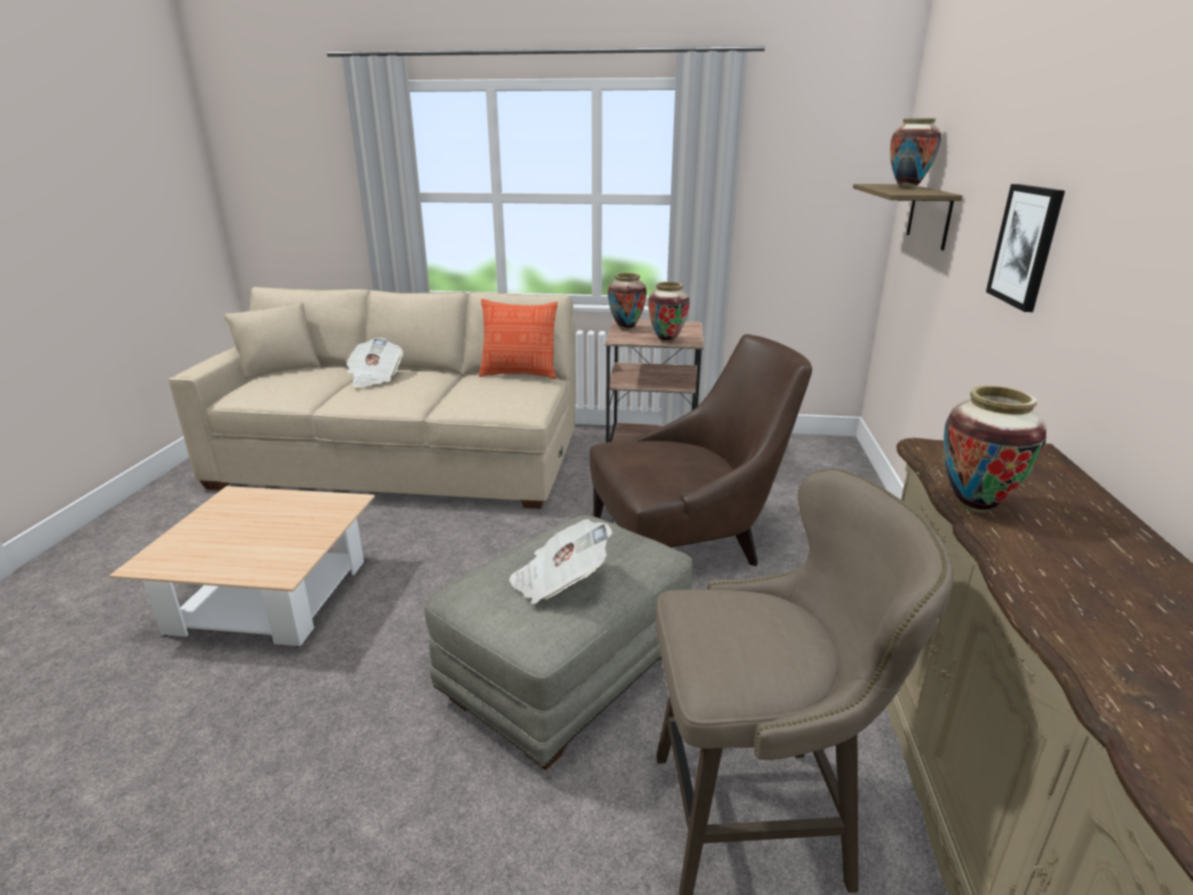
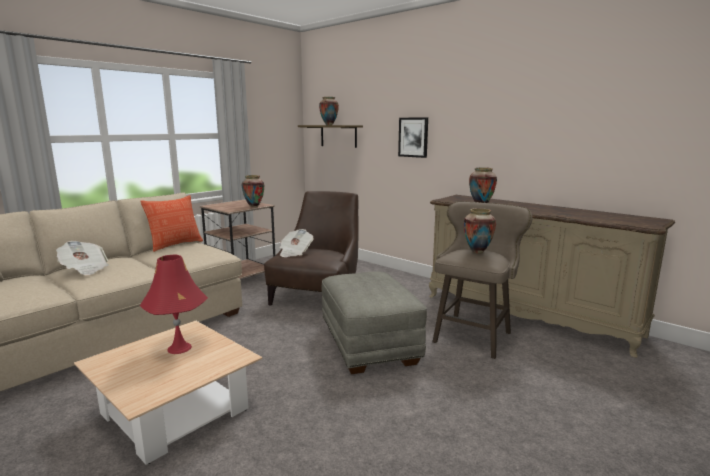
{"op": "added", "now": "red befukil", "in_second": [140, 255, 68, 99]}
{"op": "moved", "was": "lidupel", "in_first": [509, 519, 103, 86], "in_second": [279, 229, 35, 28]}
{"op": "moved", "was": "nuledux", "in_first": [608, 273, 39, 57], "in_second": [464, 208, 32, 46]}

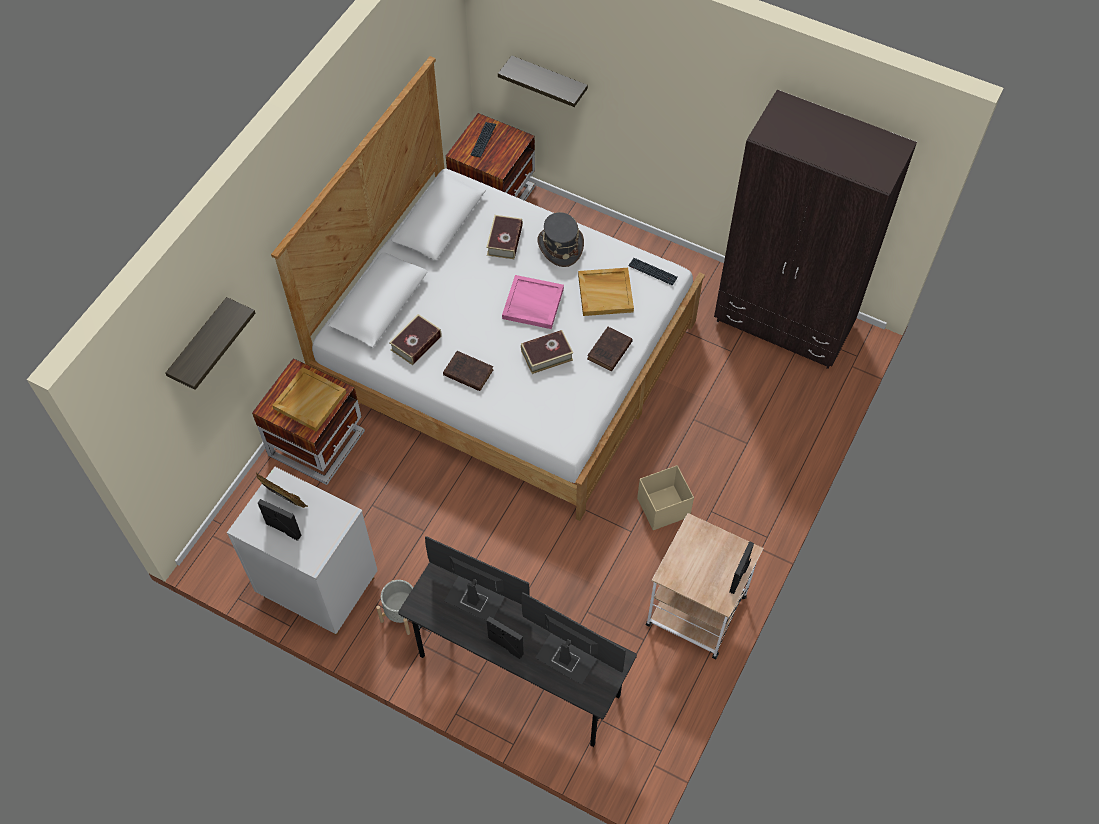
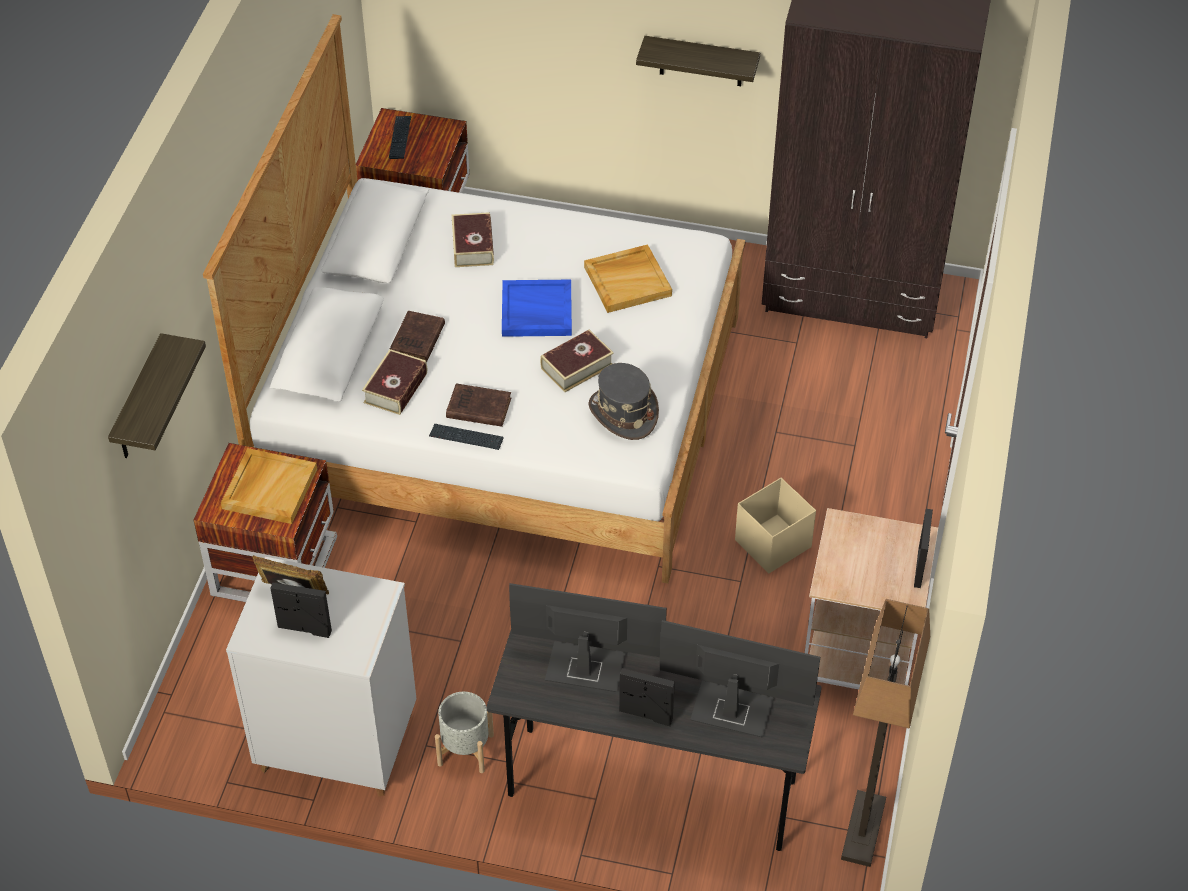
{"op": "moved", "was": "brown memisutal", "in_first": [587, 327, 46, 44], "in_second": [390, 311, 55, 52]}
{"op": "moved", "was": "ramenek", "in_first": [628, 258, 50, 27], "in_second": [429, 424, 75, 26]}
{"op": "recoloured", "was": "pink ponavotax", "now": "blue ponavotax", "in_first": [502, 275, 62, 54], "in_second": [502, 280, 70, 57]}
{"op": "moved", "was": "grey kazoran", "in_first": [537, 212, 47, 55], "in_second": [589, 363, 70, 77]}
{"op": "moved", "was": "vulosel", "in_first": [498, 55, 90, 52], "in_second": [636, 36, 124, 50]}
{"op": "added", "now": "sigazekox", "in_second": [841, 599, 89, 268]}

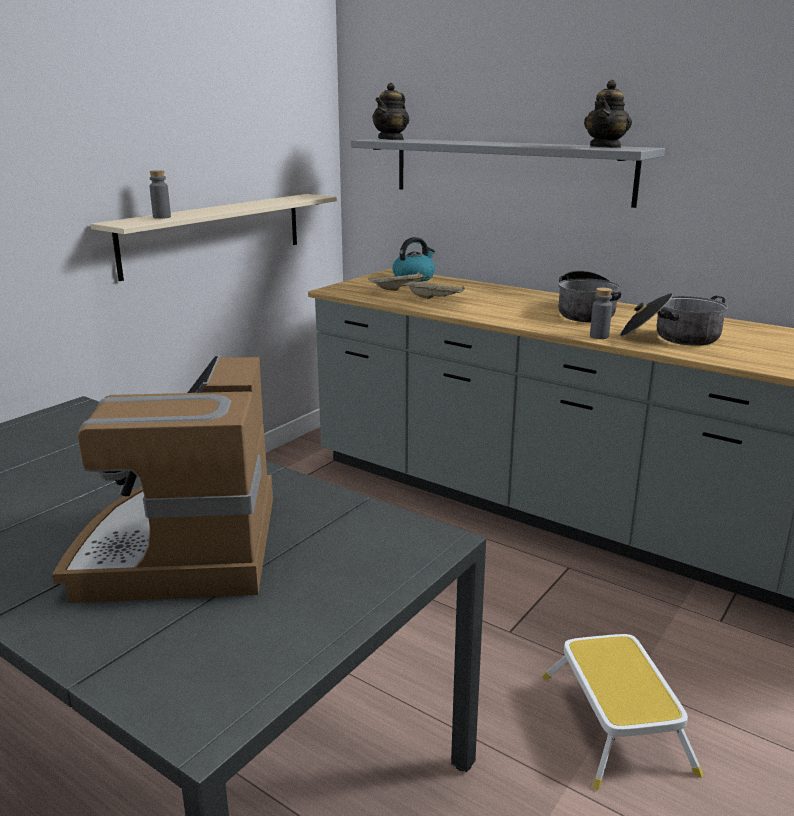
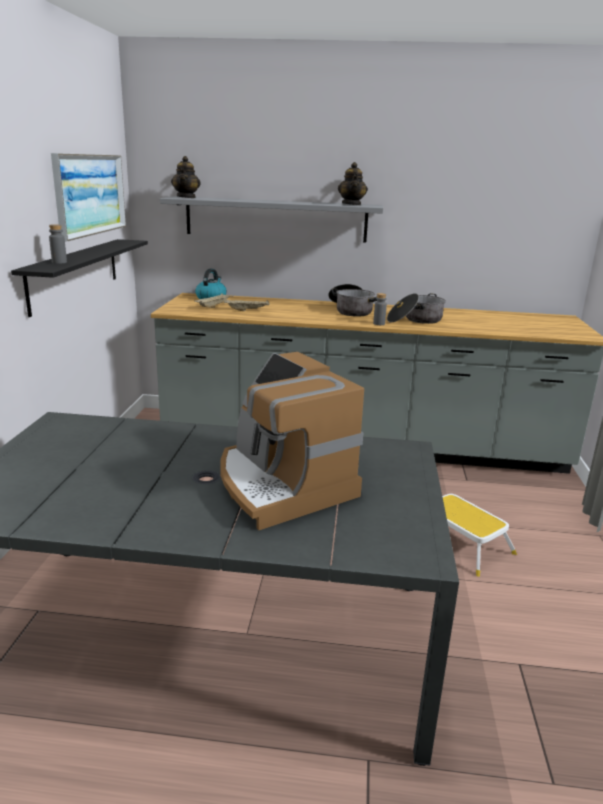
{"op": "recoloured", "was": "beige vulosel", "now": "black vulosel", "in_first": [91, 194, 246, 87], "in_second": [11, 239, 137, 78]}
{"op": "added", "now": "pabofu", "in_second": [51, 153, 75, 88]}

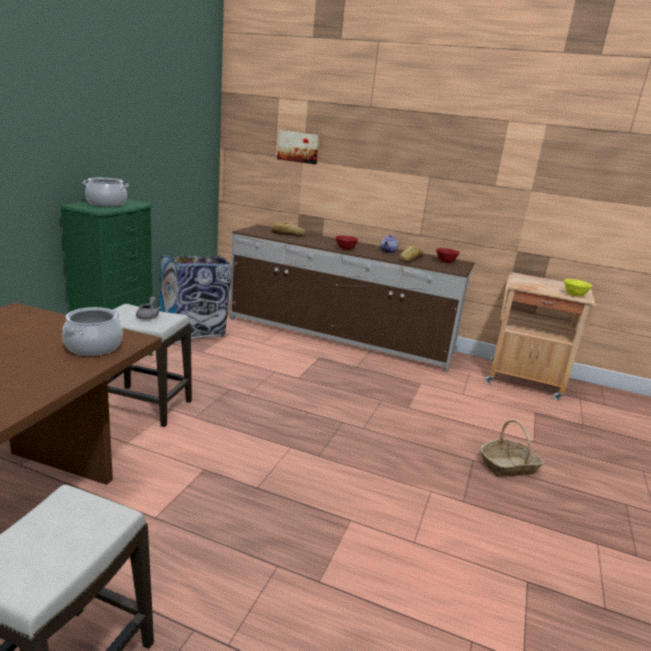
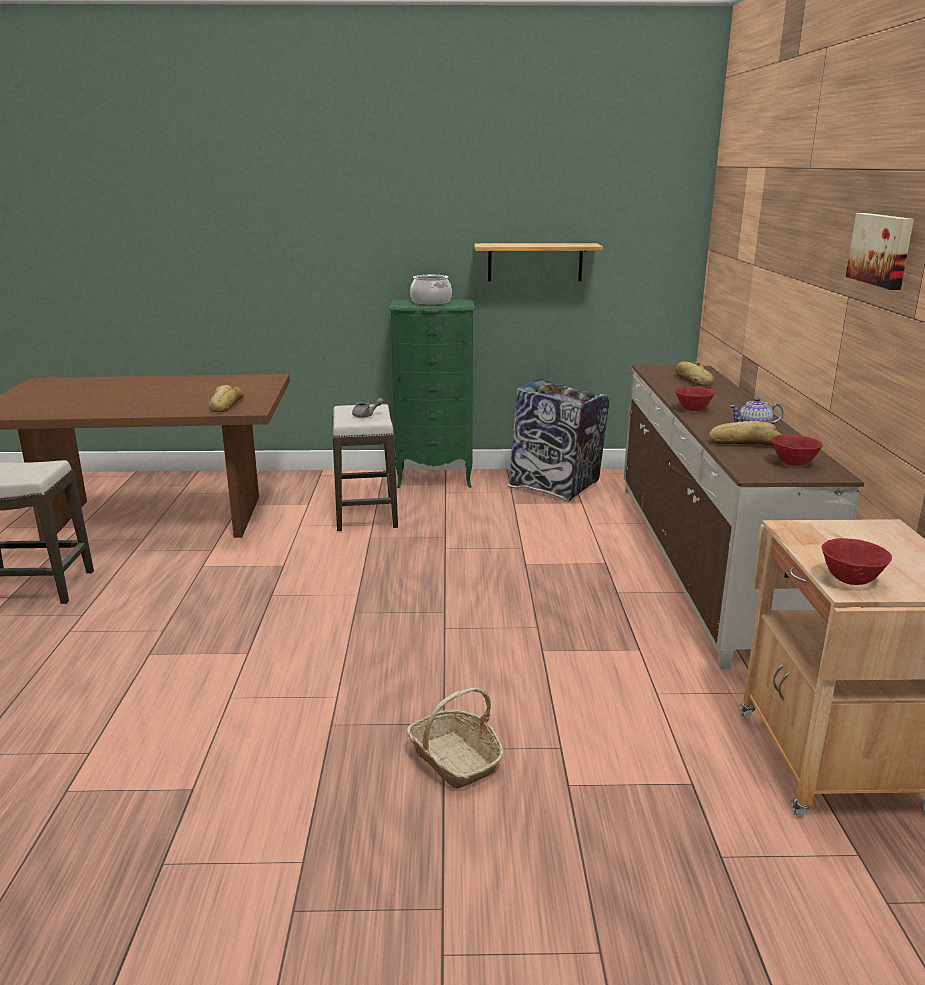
{"op": "replaced", "was": "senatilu", "now": "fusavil", "in_first": [62, 307, 61, 49], "in_second": [209, 385, 35, 27]}
{"op": "added", "now": "vulosel", "in_second": [474, 243, 129, 39]}
{"op": "recoloured", "was": "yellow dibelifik", "now": "red dibelifik", "in_first": [564, 279, 28, 17], "in_second": [821, 538, 71, 47]}
{"op": "moved", "was": "pabofu", "in_first": [277, 131, 42, 33], "in_second": [846, 213, 68, 77]}

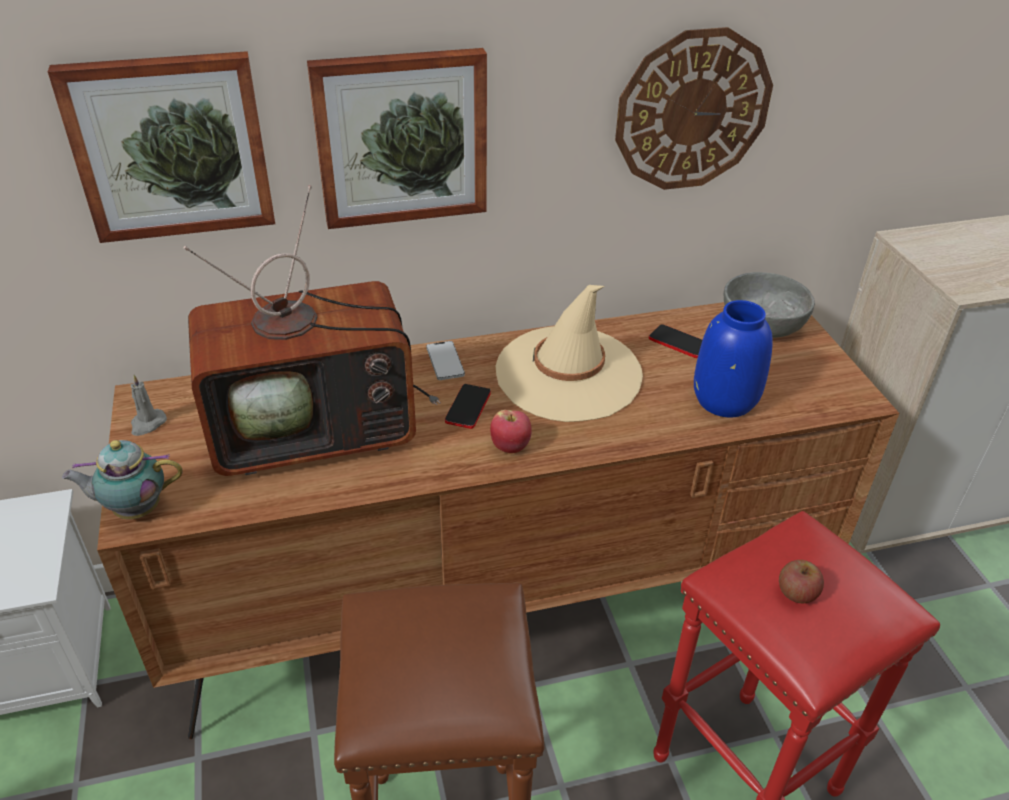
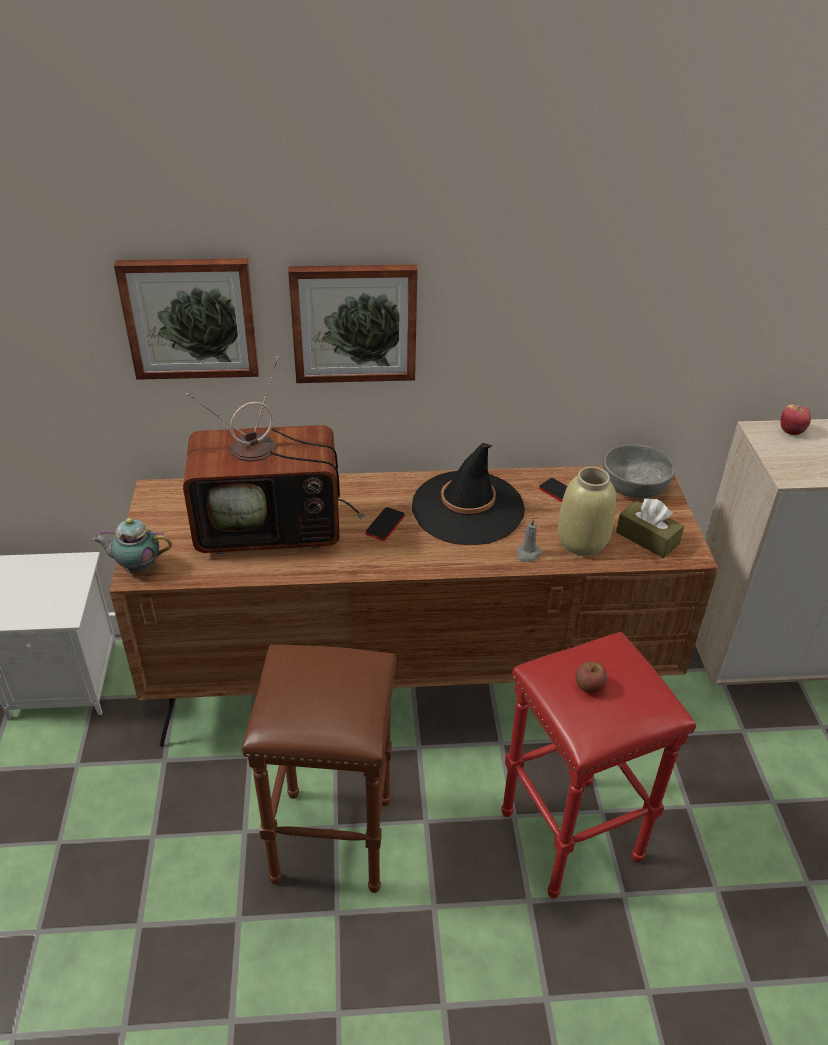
{"op": "recoloured", "was": "beige kazoran", "now": "black kazoran", "in_first": [496, 285, 147, 137], "in_second": [412, 443, 113, 102]}
{"op": "moved", "was": "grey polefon", "in_first": [131, 375, 36, 61], "in_second": [516, 518, 26, 44]}
{"op": "recoloured", "was": "blue nuledux", "now": "beige nuledux", "in_first": [694, 300, 79, 118], "in_second": [558, 467, 58, 89]}
{"op": "added", "now": "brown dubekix", "in_second": [616, 498, 68, 60]}
{"op": "moved", "was": "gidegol", "in_first": [490, 410, 42, 43], "in_second": [780, 404, 31, 31]}
{"op": "removed", "was": "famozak", "in_first": [426, 341, 39, 39]}
{"op": "removed", "was": "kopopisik", "in_first": [615, 27, 158, 163]}

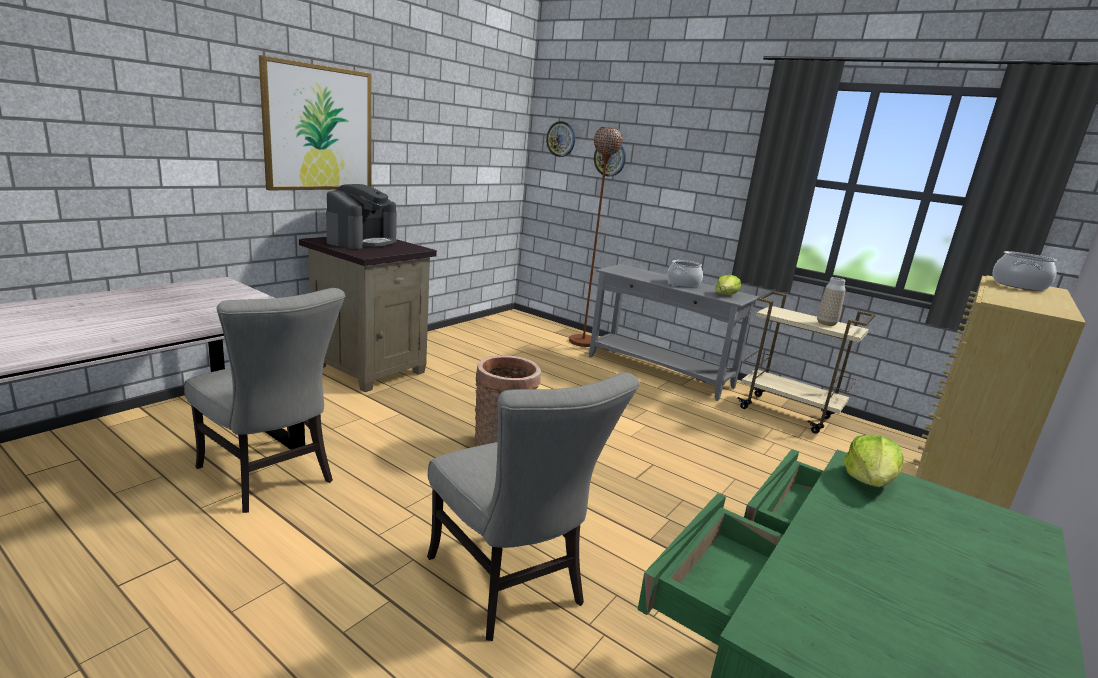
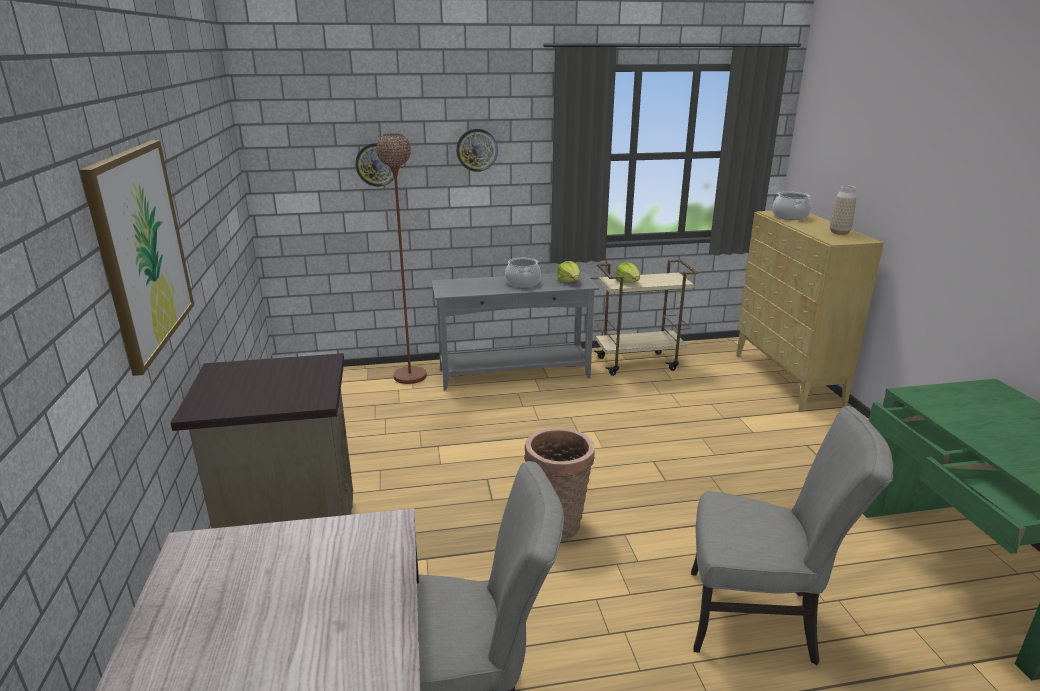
{"op": "moved", "was": "kopopisik", "in_first": [546, 121, 29, 36], "in_second": [456, 129, 42, 43]}
{"op": "moved", "was": "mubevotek", "in_first": [843, 435, 61, 52], "in_second": [615, 262, 25, 21]}
{"op": "moved", "was": "nuledux", "in_first": [817, 277, 29, 49], "in_second": [830, 185, 27, 50]}
{"op": "removed", "was": "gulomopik", "in_first": [326, 184, 71, 65]}

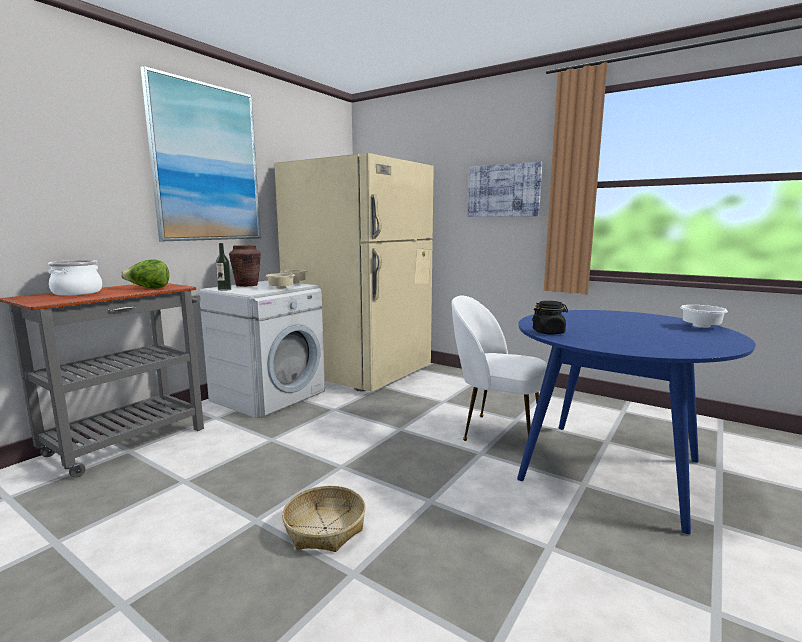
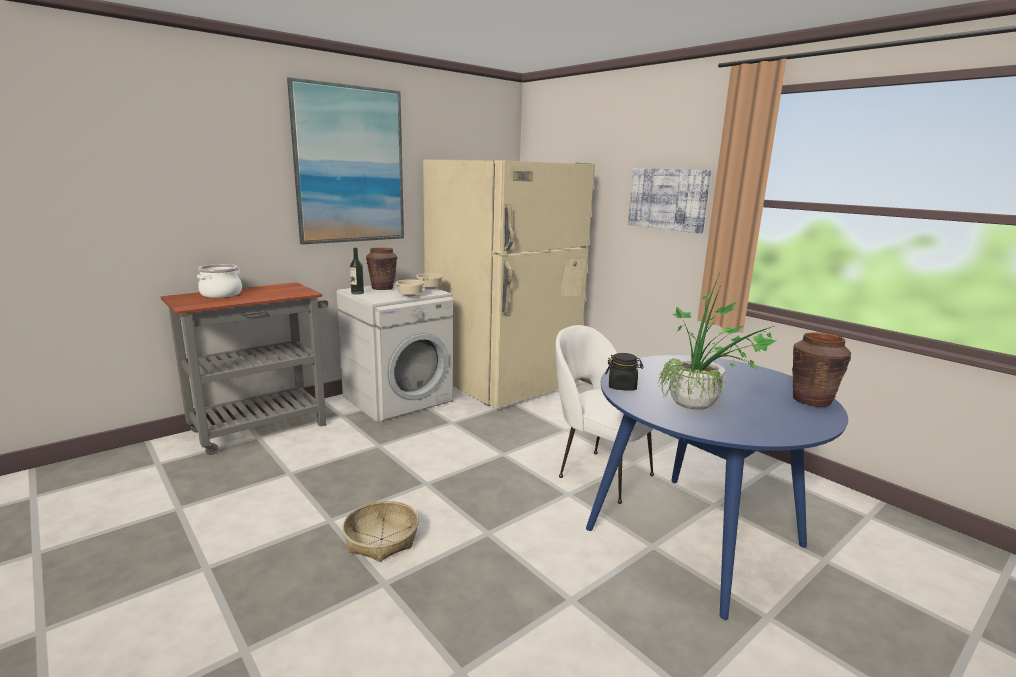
{"op": "added", "now": "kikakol", "in_second": [658, 270, 118, 140]}
{"op": "replaced", "was": "white dibelifik", "now": "brown nuledux", "in_first": [680, 305, 48, 23], "in_second": [792, 333, 59, 74]}
{"op": "removed", "was": "mubevotek", "in_first": [121, 259, 48, 30]}

